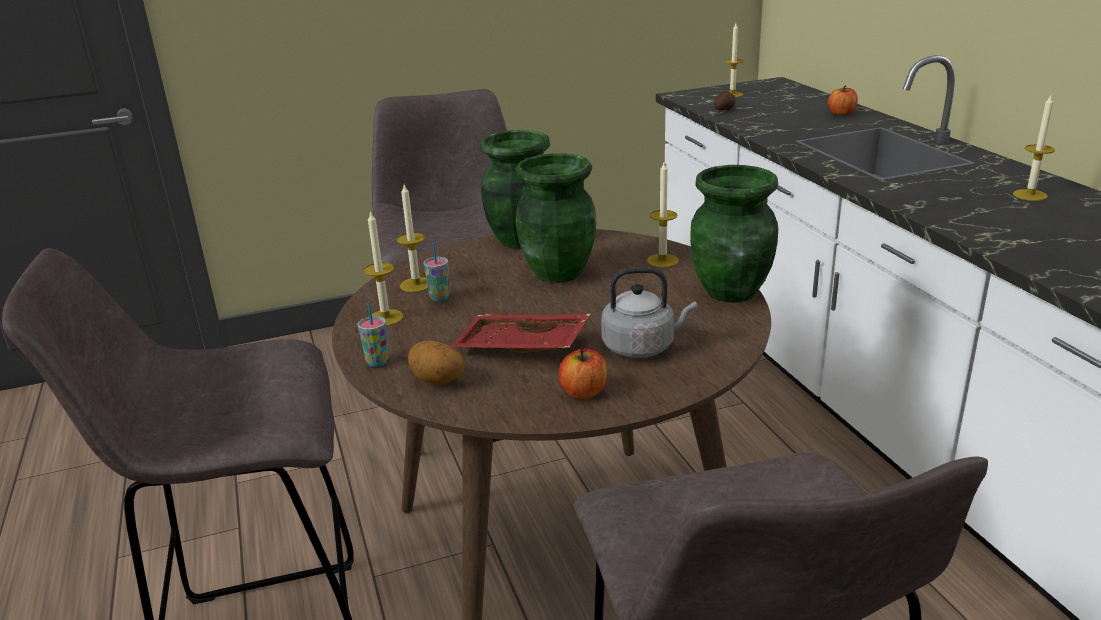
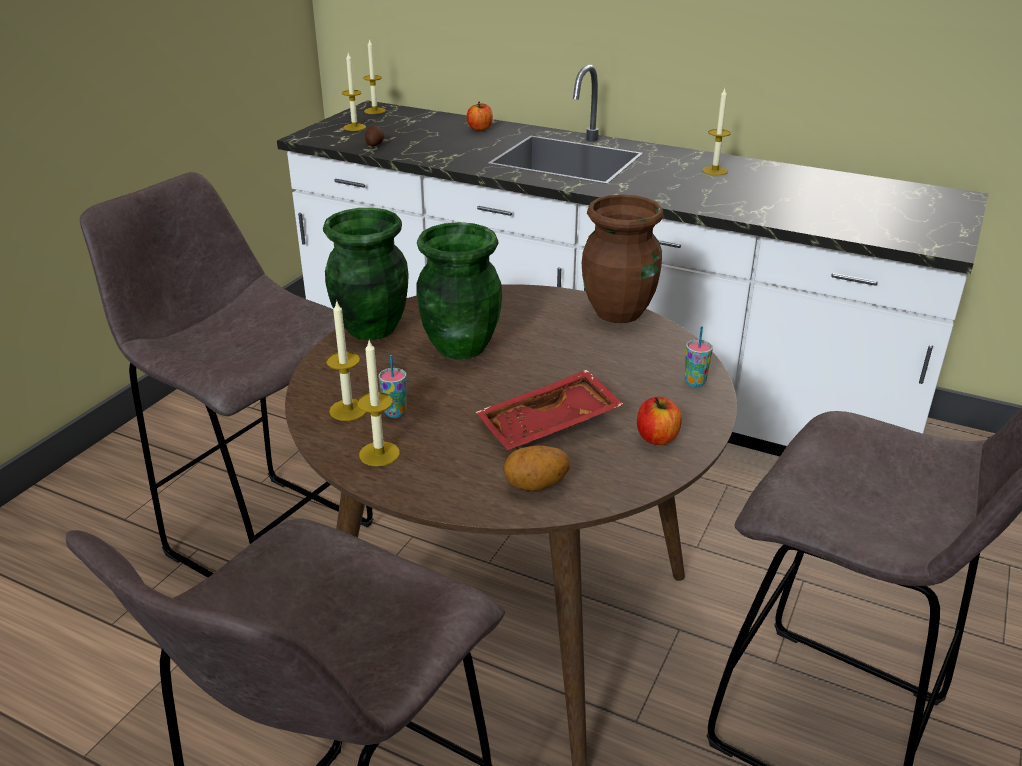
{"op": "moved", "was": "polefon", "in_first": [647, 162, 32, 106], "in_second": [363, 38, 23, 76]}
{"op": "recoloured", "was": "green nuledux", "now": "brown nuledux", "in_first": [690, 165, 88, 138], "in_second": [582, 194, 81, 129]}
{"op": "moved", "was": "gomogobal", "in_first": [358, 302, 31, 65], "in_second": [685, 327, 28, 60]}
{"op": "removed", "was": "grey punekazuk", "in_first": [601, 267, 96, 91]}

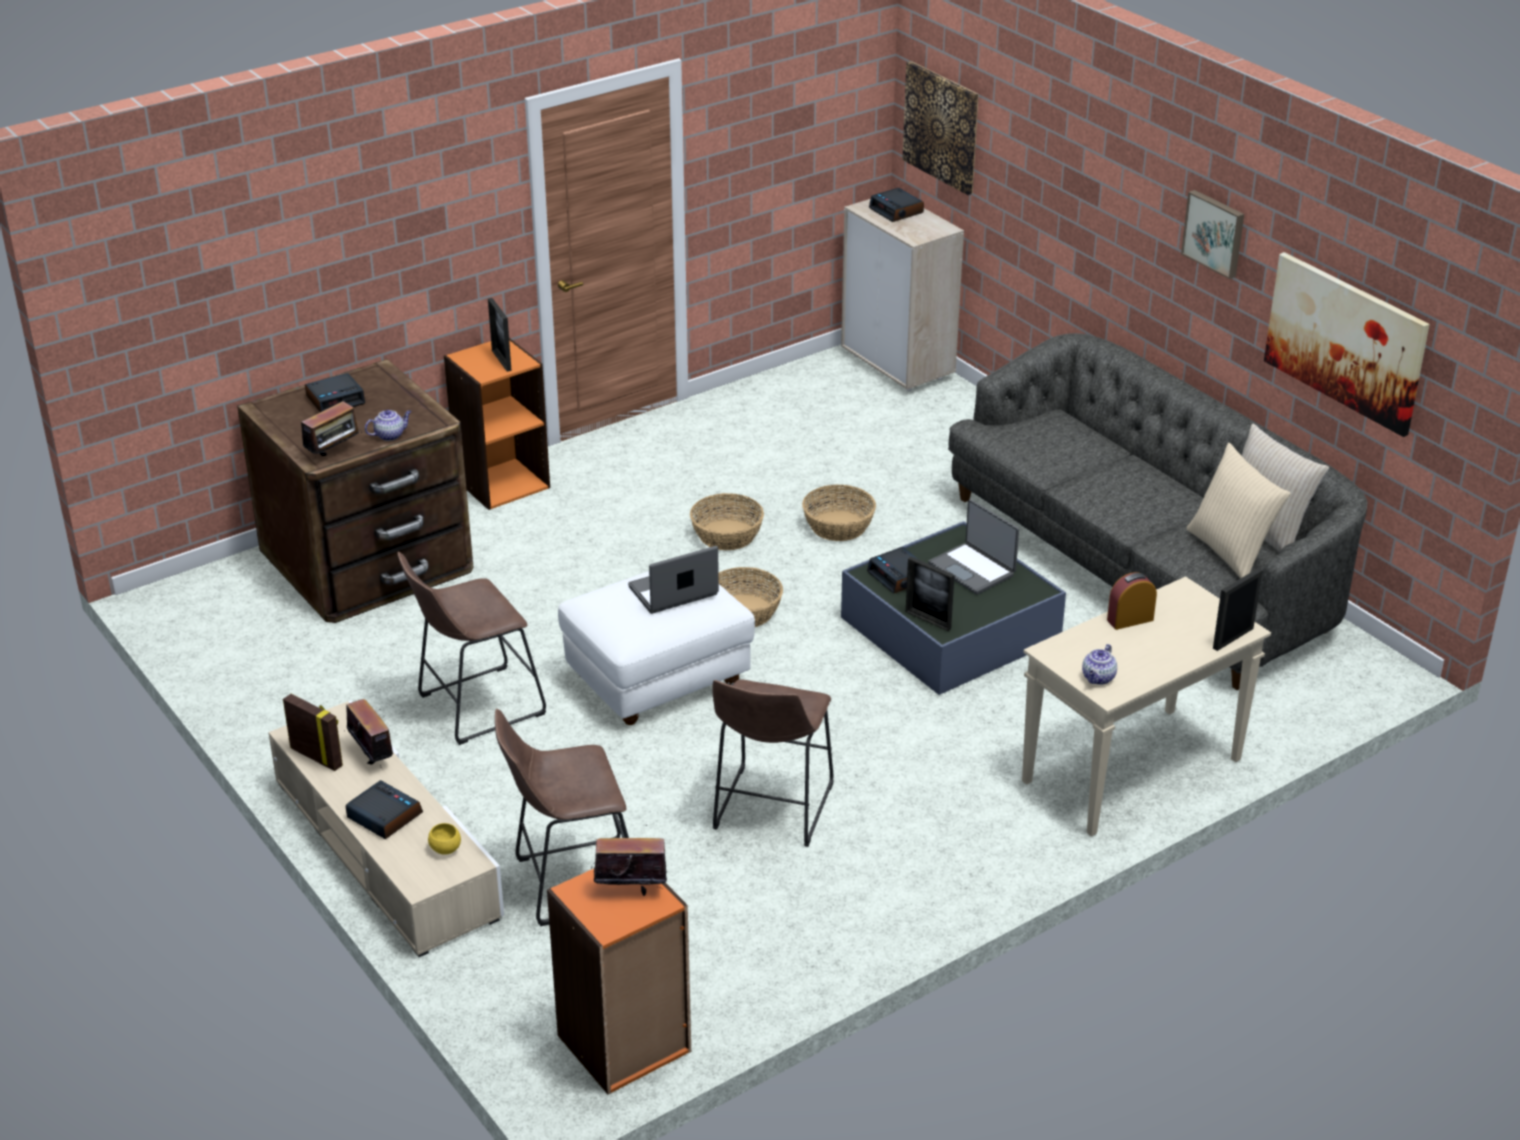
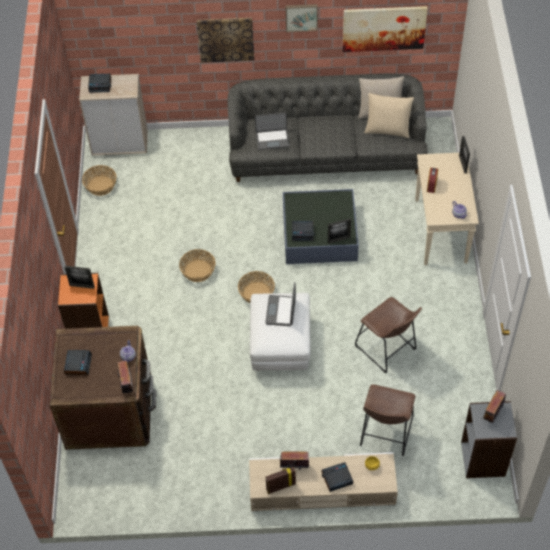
{"op": "moved", "was": "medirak", "in_first": [802, 485, 74, 56], "in_second": [82, 165, 34, 31]}
{"op": "moved", "was": "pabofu", "in_first": [902, 61, 77, 134], "in_second": [197, 18, 57, 45]}
{"op": "moved", "was": "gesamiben", "in_first": [928, 499, 91, 96], "in_second": [255, 113, 34, 37]}
{"op": "recoloured", "was": "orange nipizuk", "now": "grey nipizuk", "in_first": [547, 869, 144, 226], "in_second": [461, 401, 56, 77]}
{"op": "removed", "was": "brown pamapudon", "in_first": [398, 552, 148, 193]}

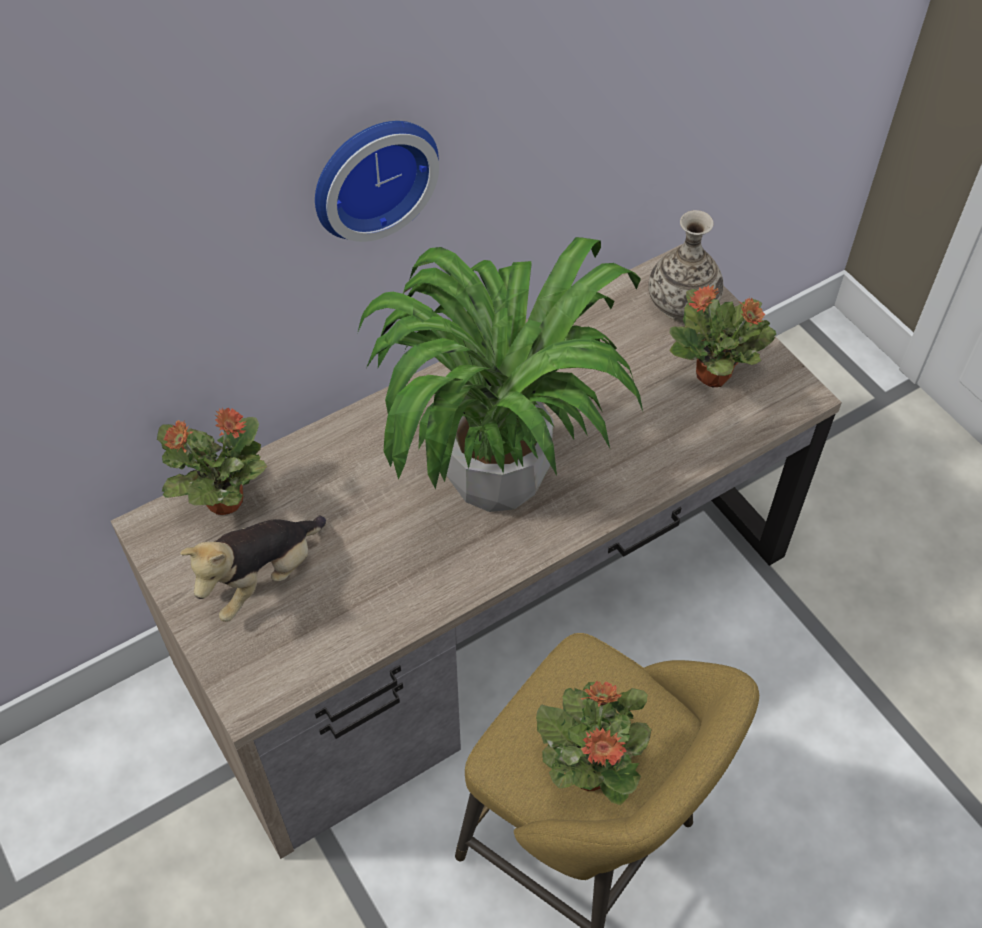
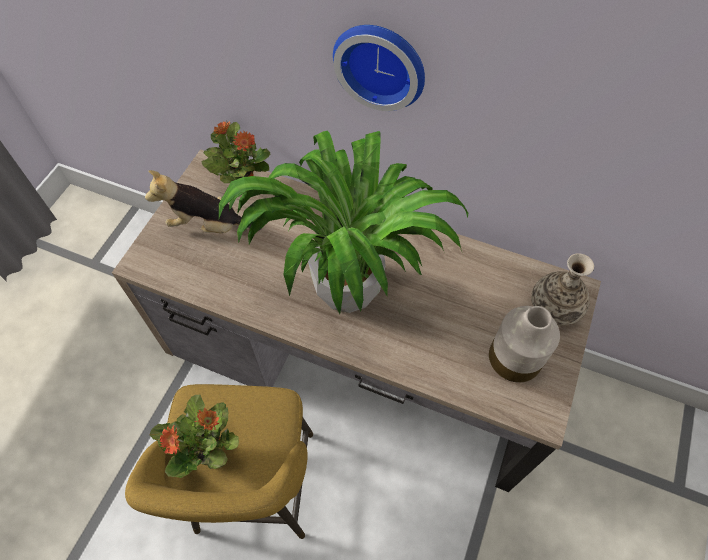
{"op": "replaced", "was": "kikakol", "now": "beige nuledux", "in_first": [669, 285, 107, 102], "in_second": [489, 306, 71, 76]}

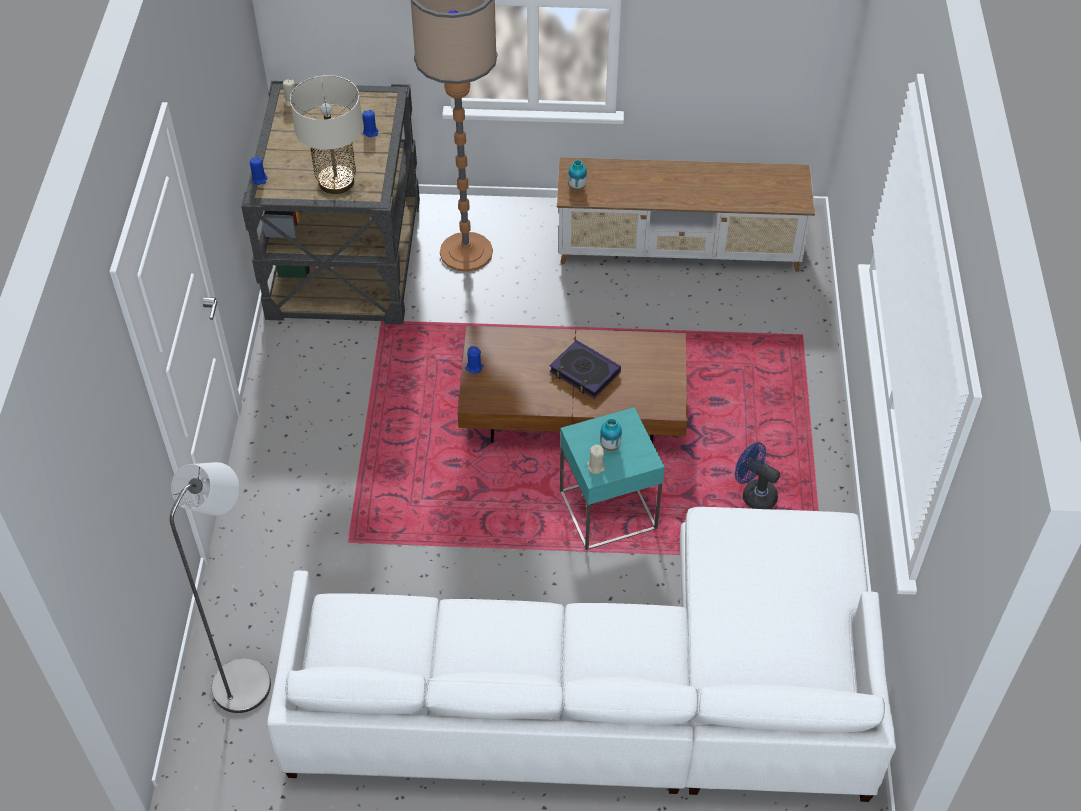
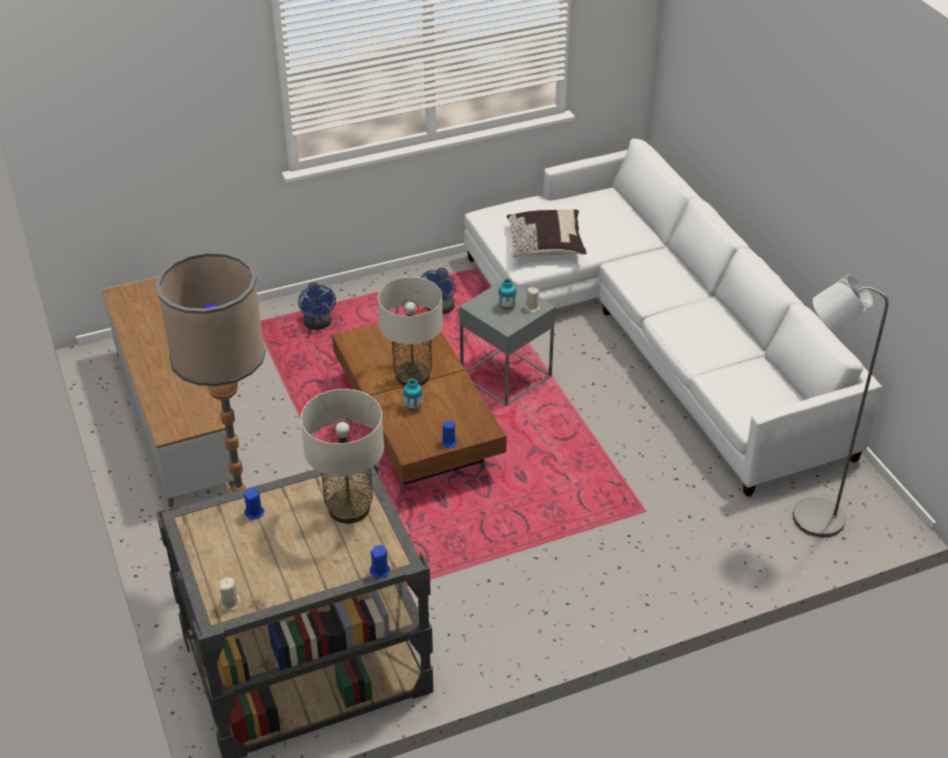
{"op": "added", "now": "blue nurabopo", "in_second": [298, 282, 38, 48]}
{"op": "replaced", "was": "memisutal", "now": "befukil", "in_first": [549, 340, 72, 59], "in_second": [378, 277, 65, 109]}
{"op": "moved", "was": "nuledux", "in_first": [568, 160, 19, 31], "in_second": [403, 379, 20, 32]}
{"op": "recoloured", "was": "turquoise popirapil", "now": "grey popirapil", "in_first": [560, 407, 105, 143], "in_second": [459, 278, 96, 128]}
{"op": "added", "now": "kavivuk", "in_second": [507, 210, 80, 47]}

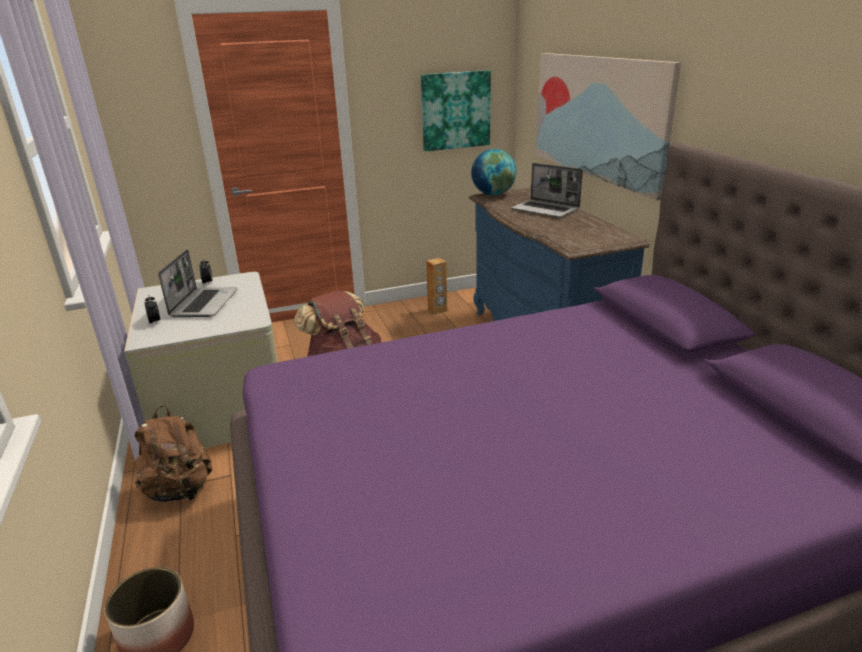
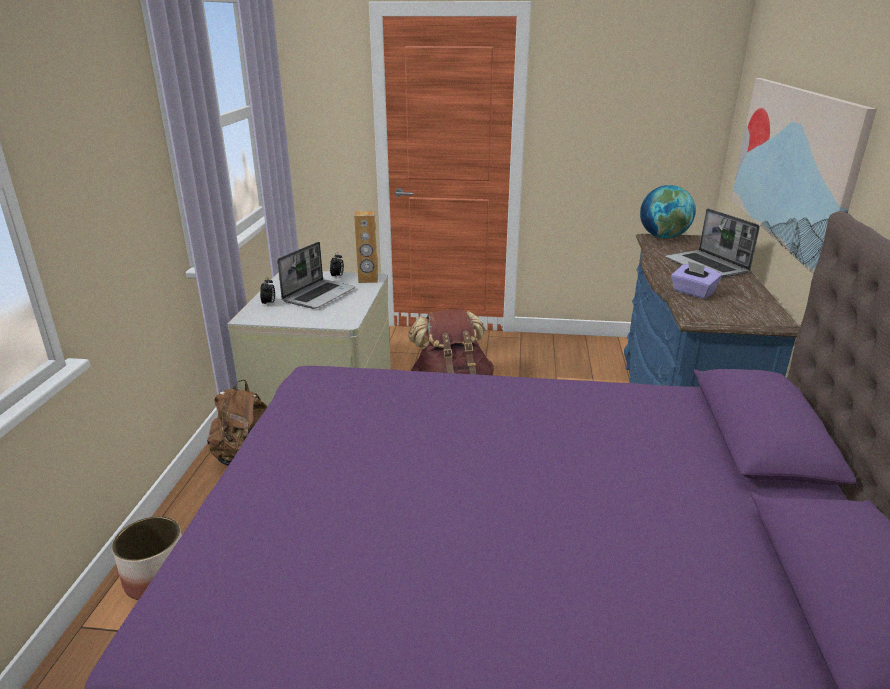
{"op": "moved", "was": "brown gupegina", "in_first": [426, 258, 21, 57], "in_second": [354, 211, 24, 72]}
{"op": "added", "now": "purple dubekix", "in_second": [671, 261, 51, 38]}
{"op": "removed", "was": "pabofu", "in_first": [421, 70, 70, 81]}

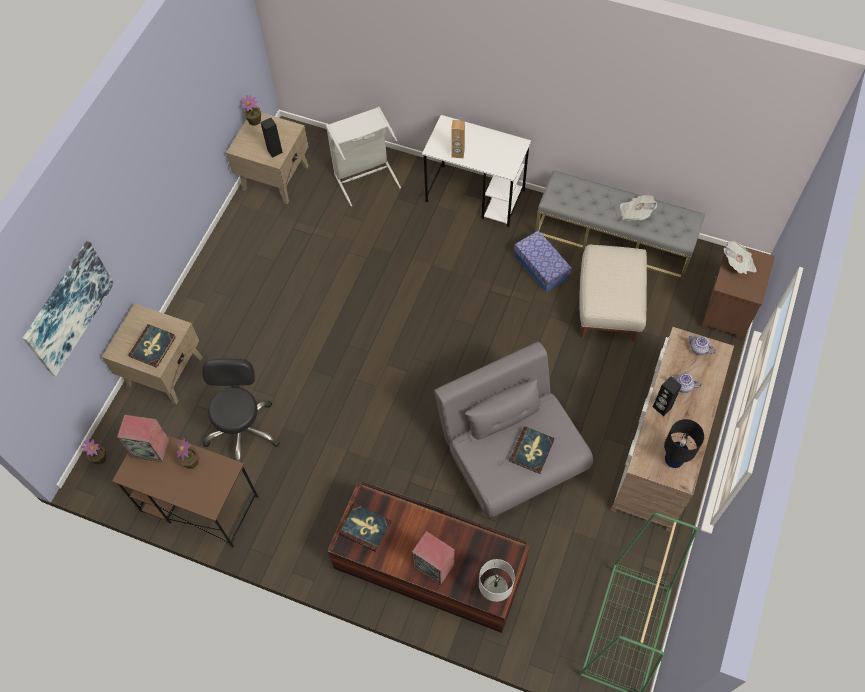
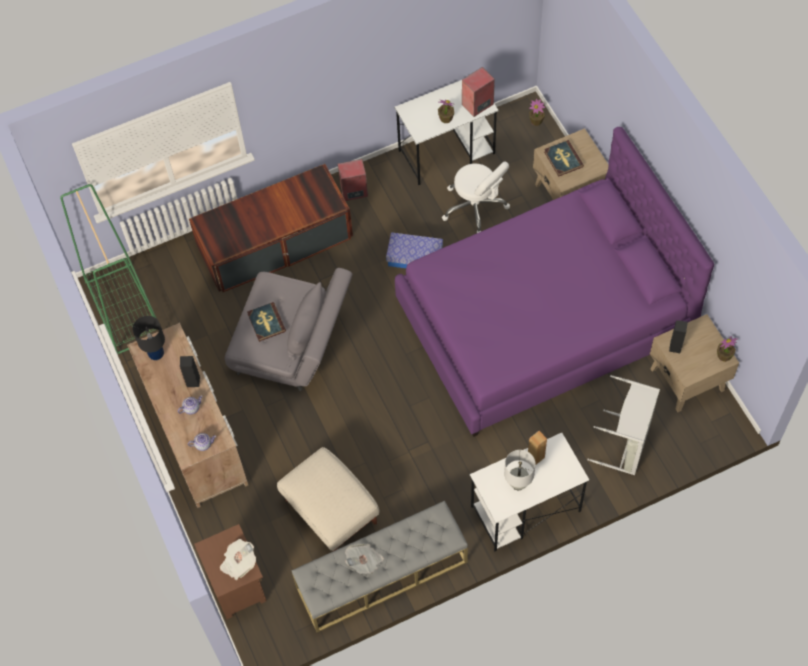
{"op": "moved", "was": "gupegina", "in_first": [412, 531, 43, 54], "in_second": [338, 159, 30, 42]}
{"op": "moved", "was": "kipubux", "in_first": [514, 230, 58, 62], "in_second": [386, 232, 57, 36]}
{"op": "recoloured", "was": "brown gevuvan", "now": "white gevuvan", "in_first": [112, 435, 146, 113], "in_second": [394, 80, 105, 105]}
{"op": "added", "now": "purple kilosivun", "in_second": [395, 127, 319, 310]}
{"op": "recoloured", "was": "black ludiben", "now": "white ludiben", "in_first": [202, 358, 78, 104], "in_second": [442, 162, 68, 71]}
{"op": "moved", "was": "white befukil", "in_first": [479, 559, 36, 43], "in_second": [504, 450, 32, 40]}
{"op": "removed", "was": "pabofu", "in_first": [23, 241, 91, 136]}
{"op": "removed", "was": "memisutal", "in_first": [339, 503, 52, 49]}

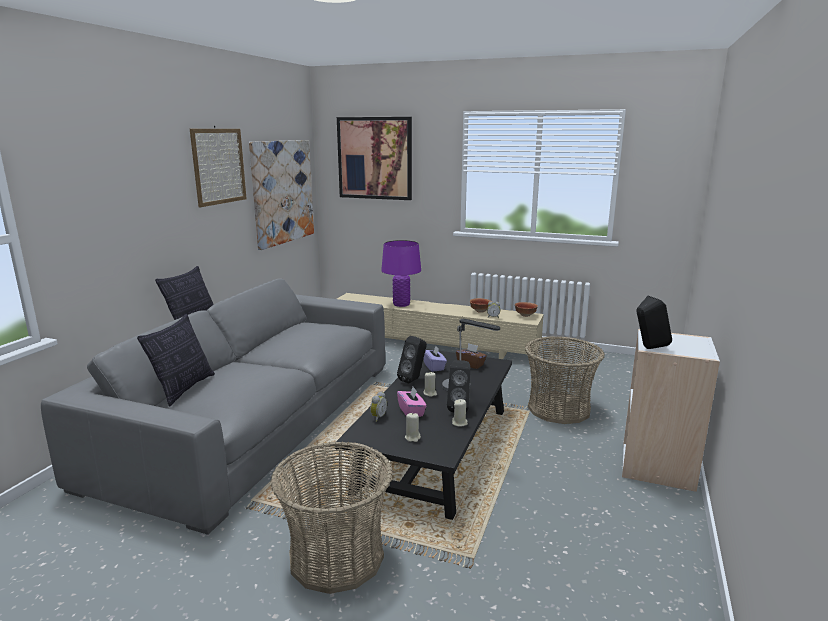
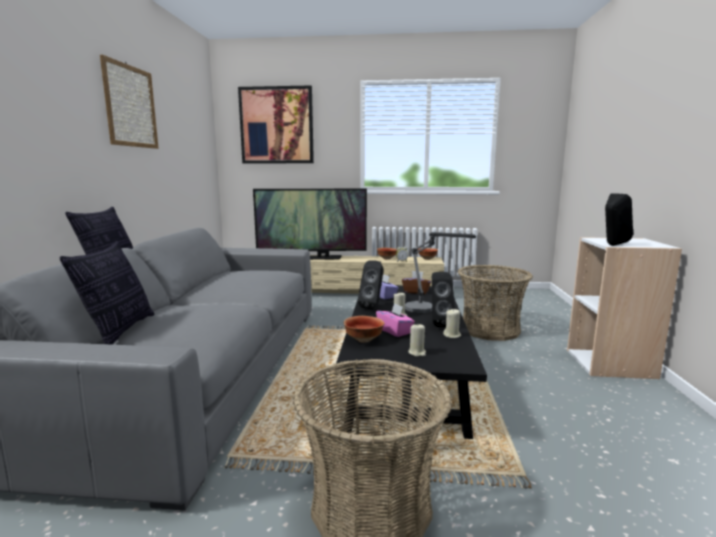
{"op": "replaced", "was": "purple befukil", "now": "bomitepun", "in_first": [381, 240, 40, 67], "in_second": [253, 189, 114, 71]}
{"op": "replaced", "was": "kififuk", "now": "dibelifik", "in_first": [370, 392, 17, 30], "in_second": [344, 316, 41, 27]}
{"op": "removed", "was": "pabofu", "in_first": [249, 140, 65, 110]}

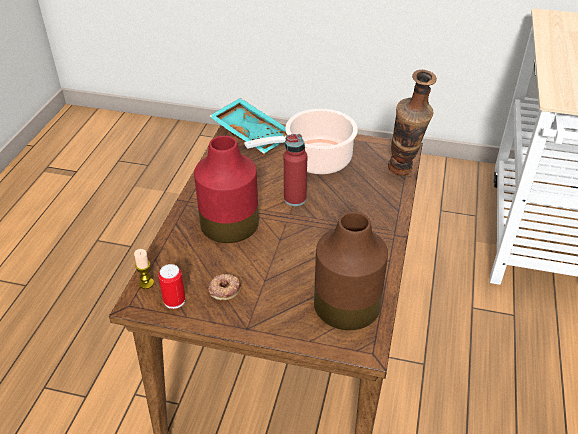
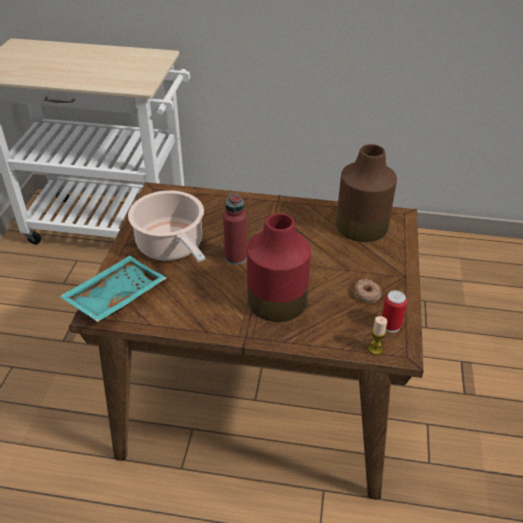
{"op": "removed", "was": "nuledux", "in_first": [388, 70, 49, 106]}

